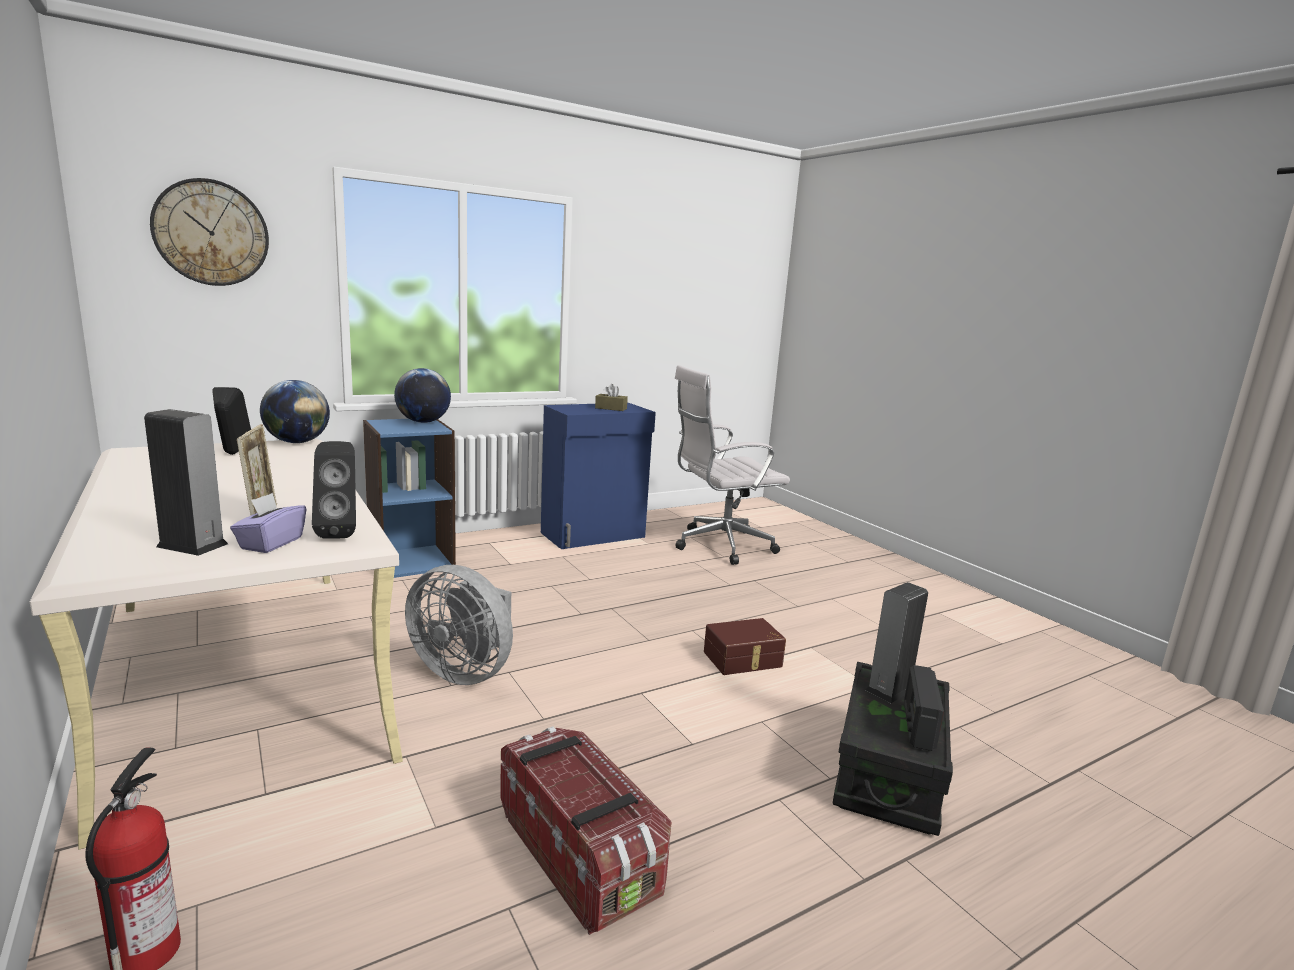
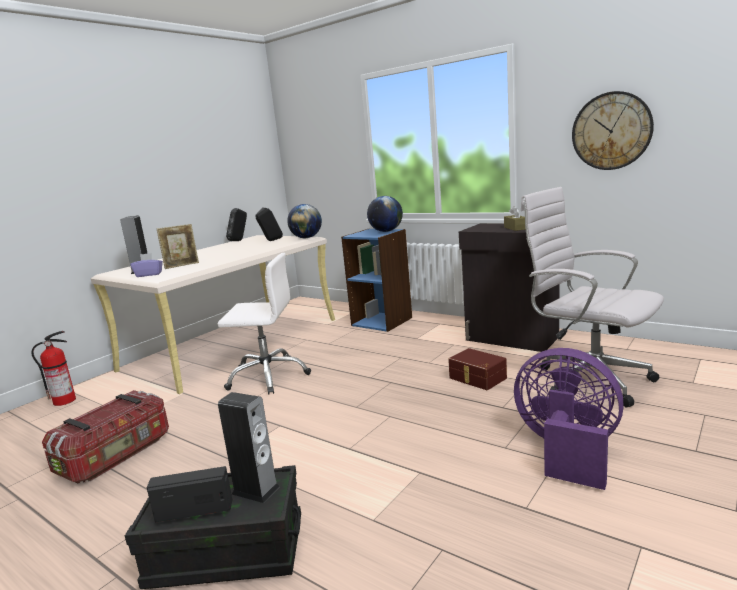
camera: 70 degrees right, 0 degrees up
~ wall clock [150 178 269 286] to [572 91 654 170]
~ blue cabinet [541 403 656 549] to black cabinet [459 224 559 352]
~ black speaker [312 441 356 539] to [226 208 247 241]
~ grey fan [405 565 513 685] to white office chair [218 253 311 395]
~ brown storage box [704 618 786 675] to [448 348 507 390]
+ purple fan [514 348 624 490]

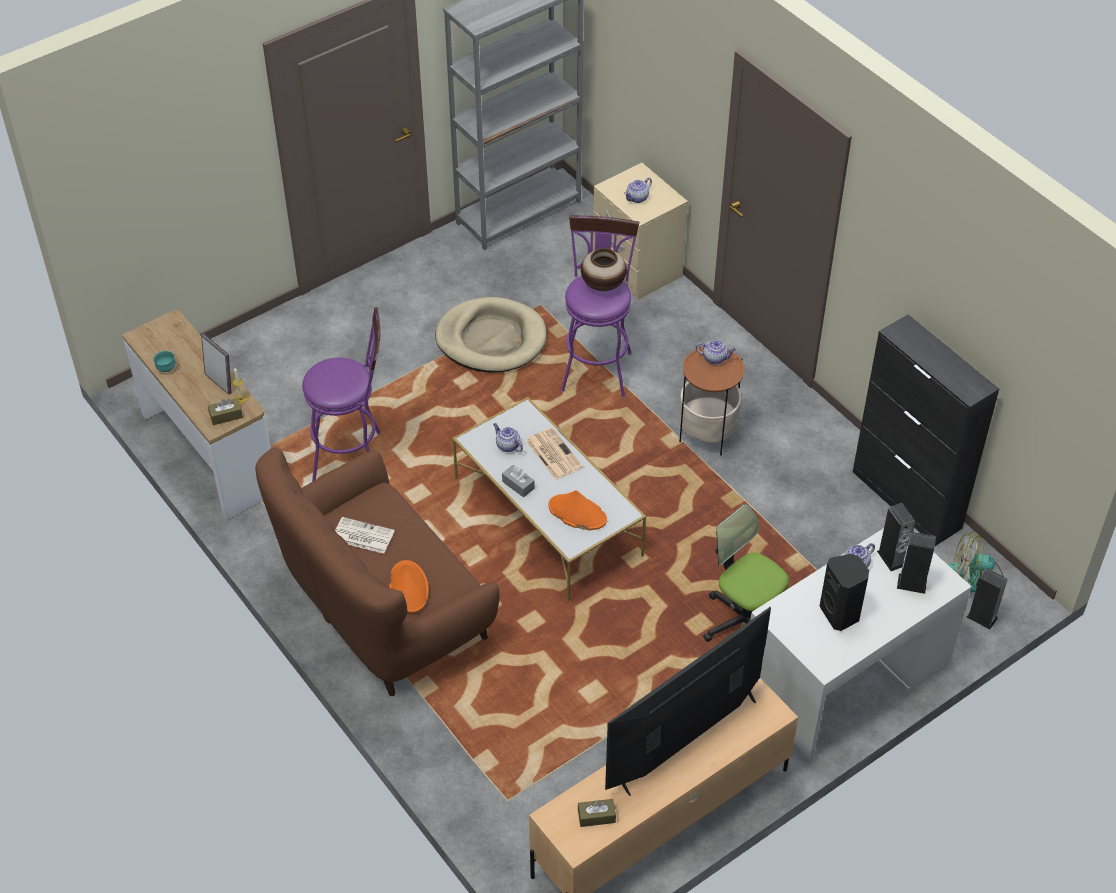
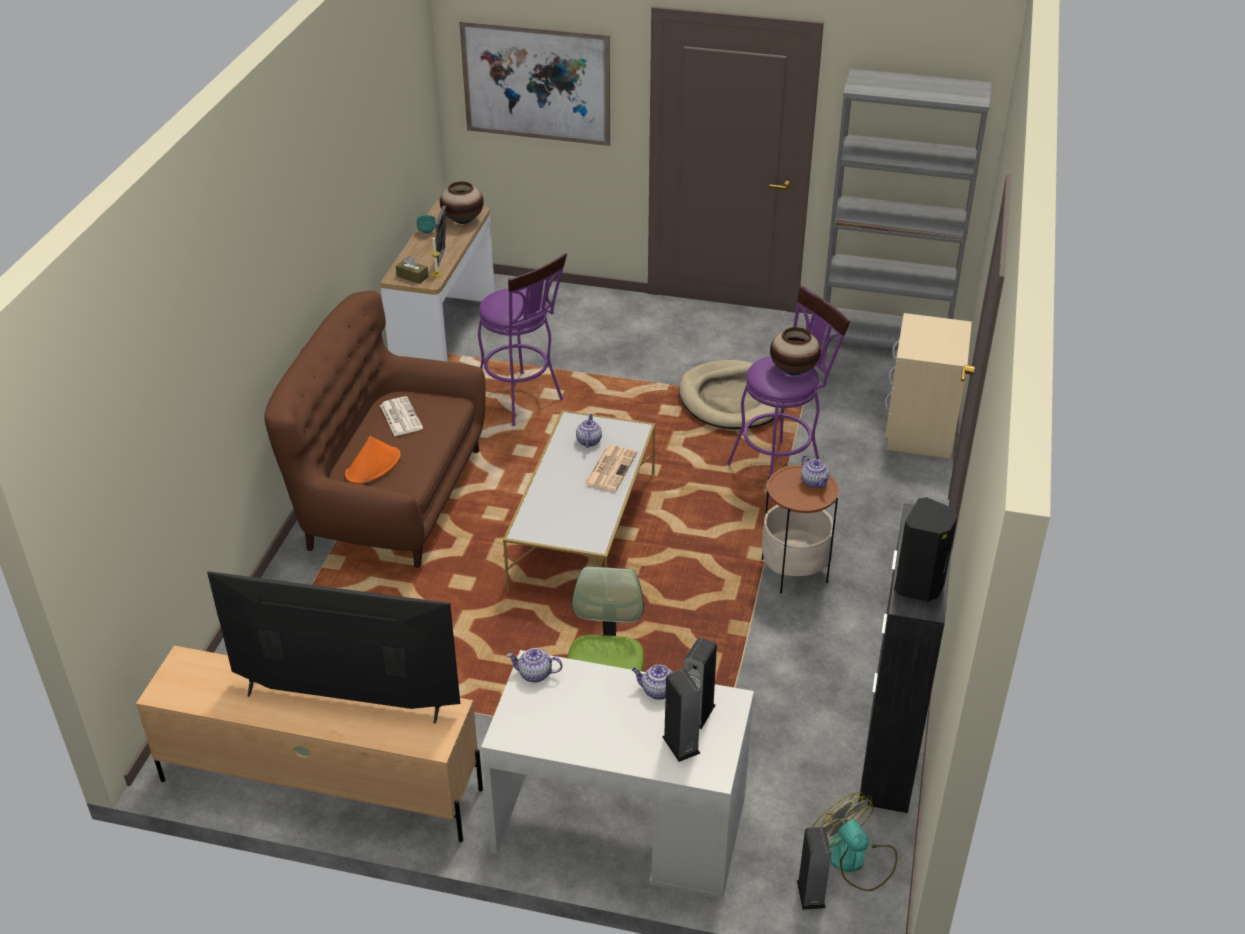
camera: 50 degrees right, 10 degrees down
~ teapot [624 177 652 203] to [507 648 562 683]
- grey tissue box [502 465 535 497]
- orange hat [549 490 607 530]
~ black speaker [819 554 869 631] to [894 497 957 602]
- brown tissue box [578 799 616 827]
+ picture [459 21 610 146]
+ vase [440 181 484 224]

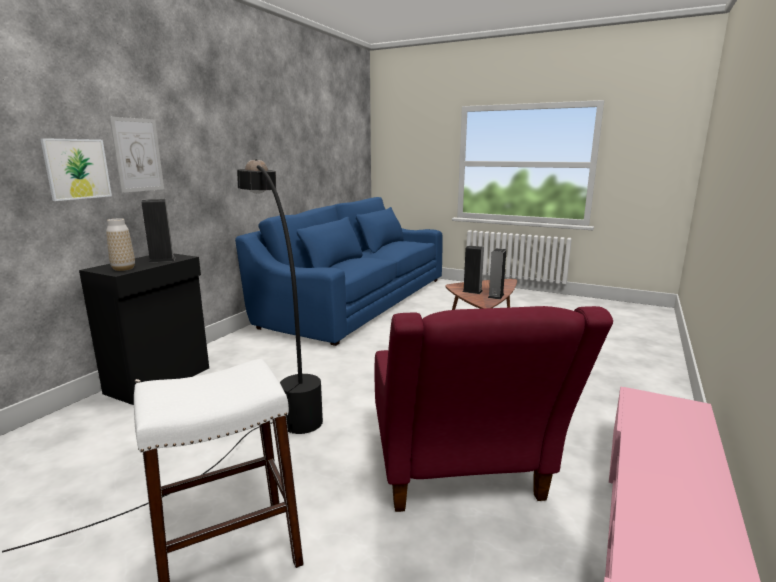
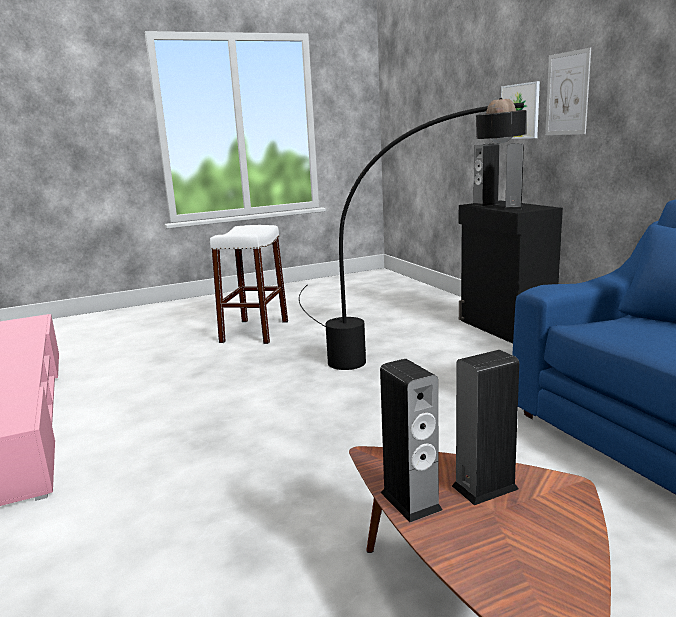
camera: 130 degrees right, 0 degrees up
~ vase [106 218 135 271] to speaker [472 143 500 206]
- red armchair [375 306 613 512]

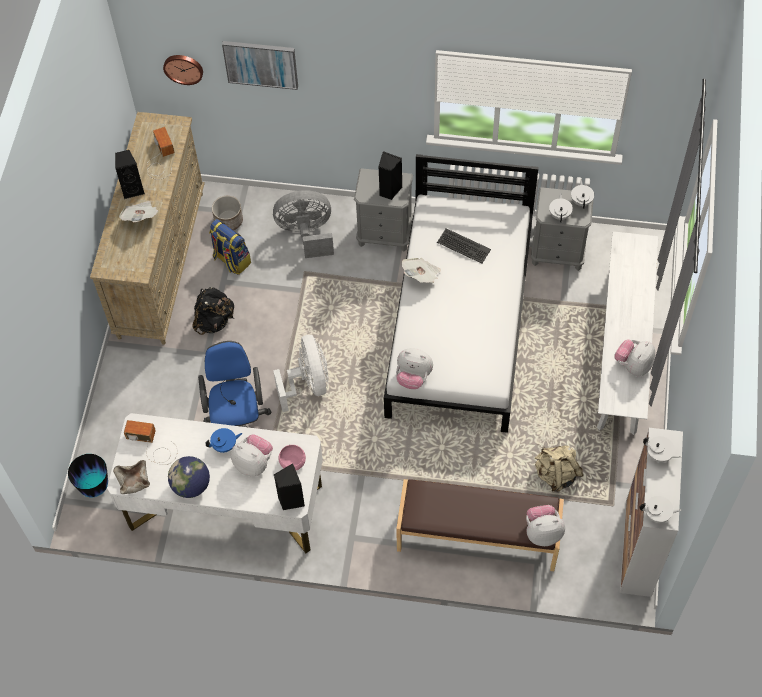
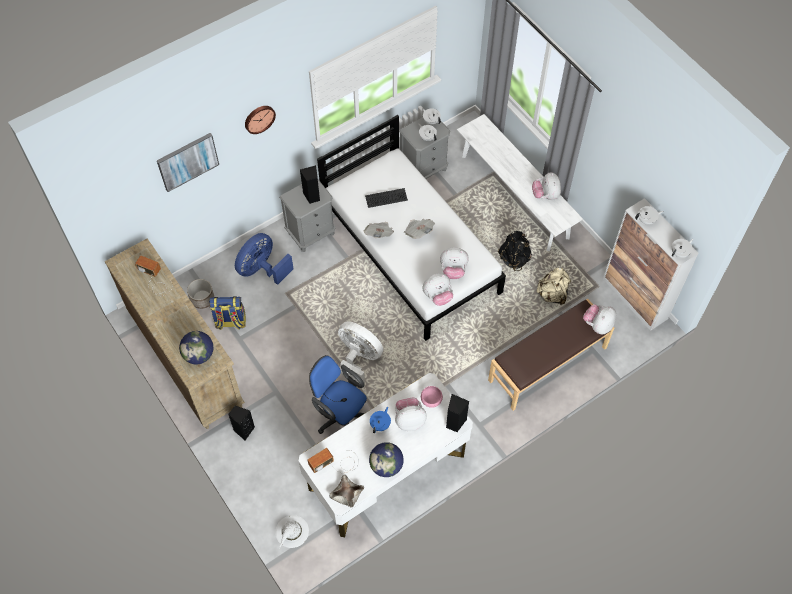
camera: 45 degrees left, 0 degrees up
~ wall clock [163 55 203 85] to [245 106 276 134]
~ black speaker [115 150 145 199] to [228 406 255 440]
~ grey fan [273 190 334 258] to blue fan [235 233 294 285]
~ newspaper [119 201 159 222] to [404 219 435 239]
~ black backpack [192 287 234 335] to [498 231 532 271]
~ vase [68 454 108 497] to white hat [275 515 309 548]
+ plush toy [440 247 469 279]
+ globe [179 331 213 364]

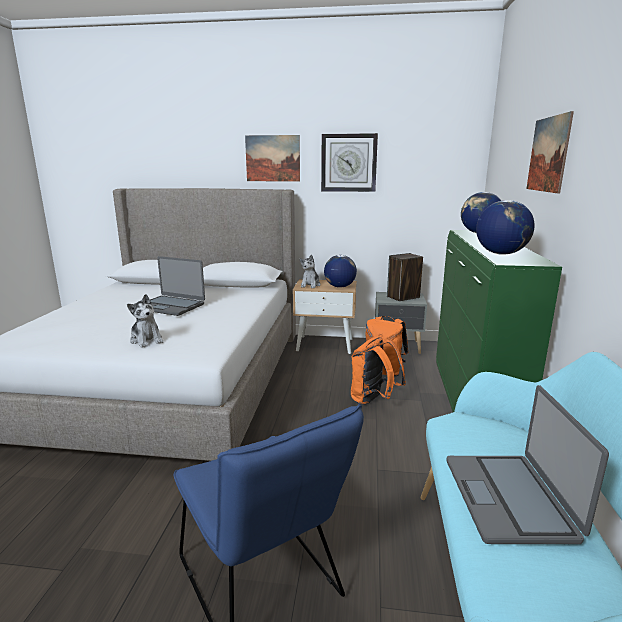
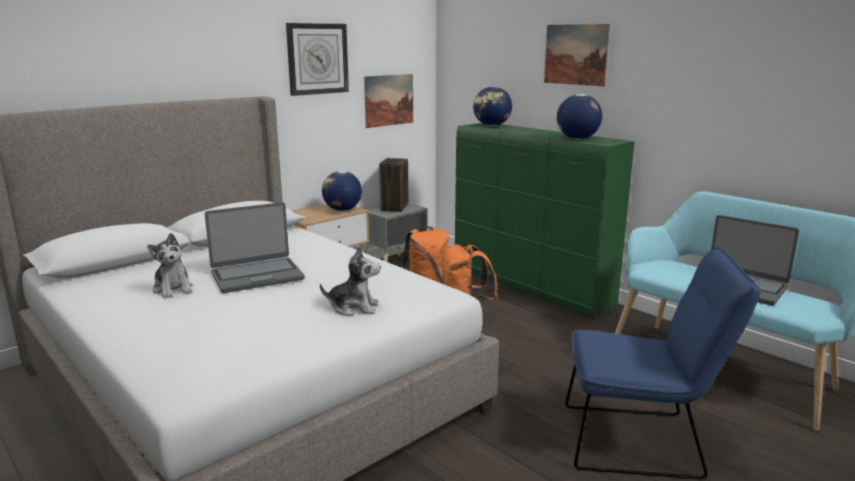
camera: 50 degrees left, 0 degrees up
~ picture [245 135 300 182] to [364 74 413 128]
~ plush toy [300 255 321 288] to [147 233 193 299]

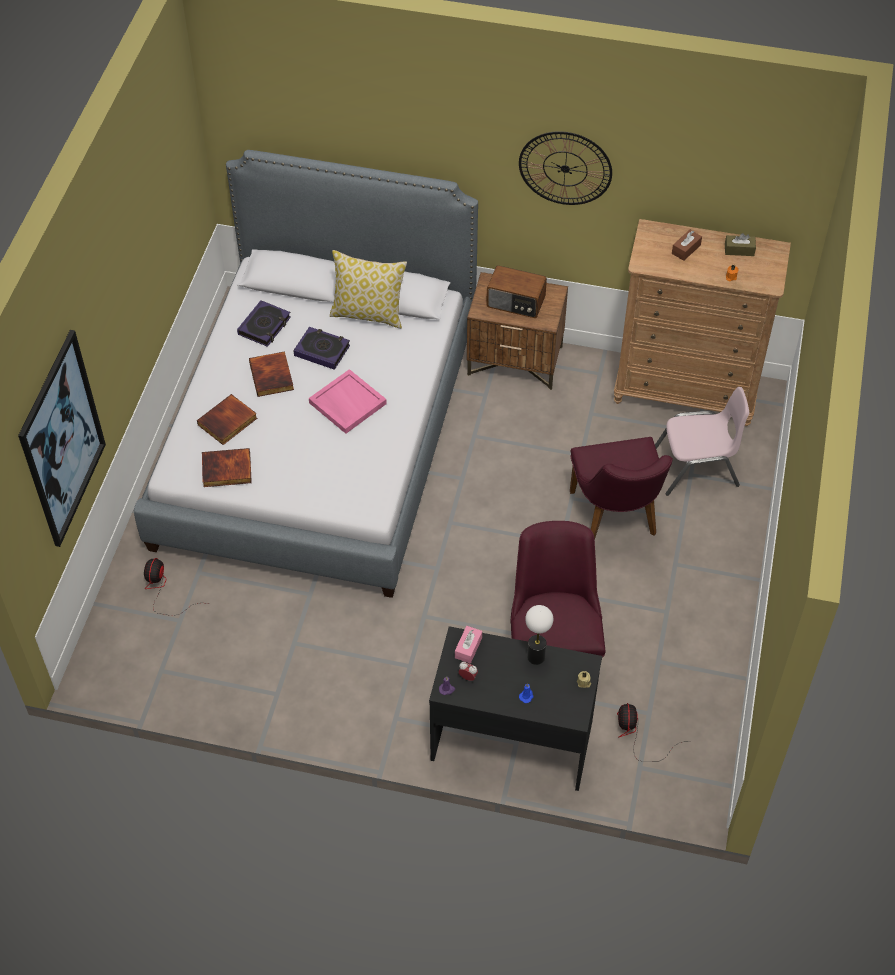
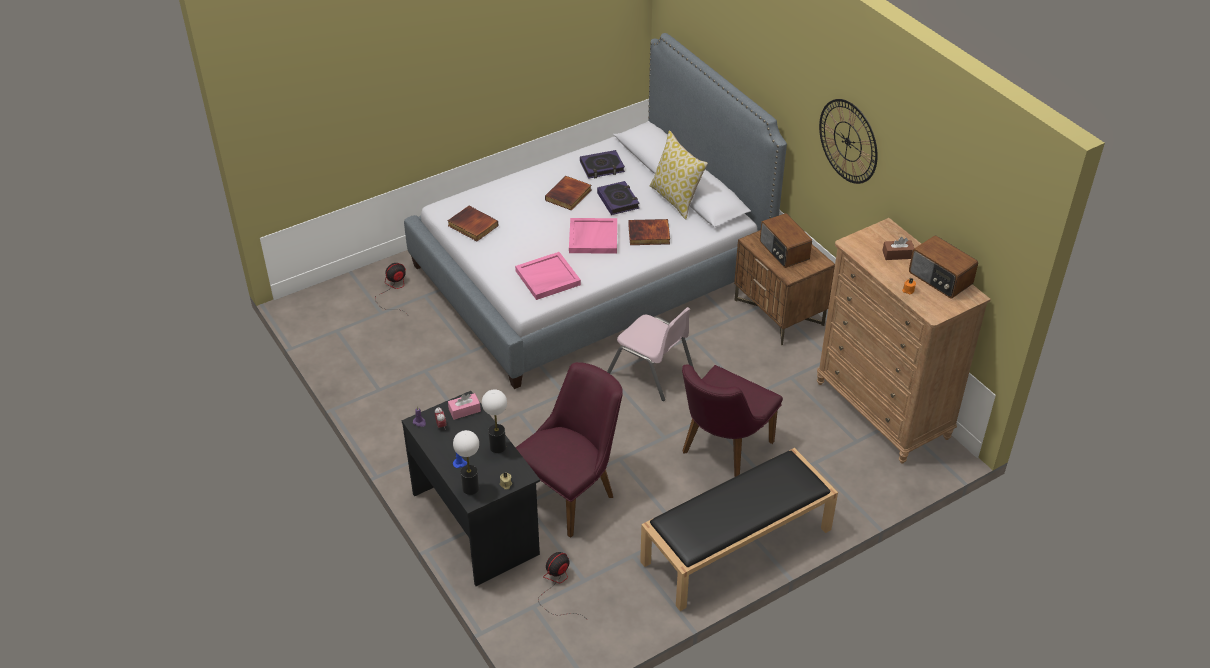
camera: 45 degrees right, 10 degrees down
~ brown tissue box [725 233 756 256] to radio [909 235 978 299]
- picture [18 330 106 547]
~ pink chair [655 387 749 496] to [607 307 694 401]
~ book [197 394 257 445] to [628 219 670 245]
+ pink tray [515 252 581 300]
+ table lamp [453 430 479 495]
+ black bench [640 448 838 611]

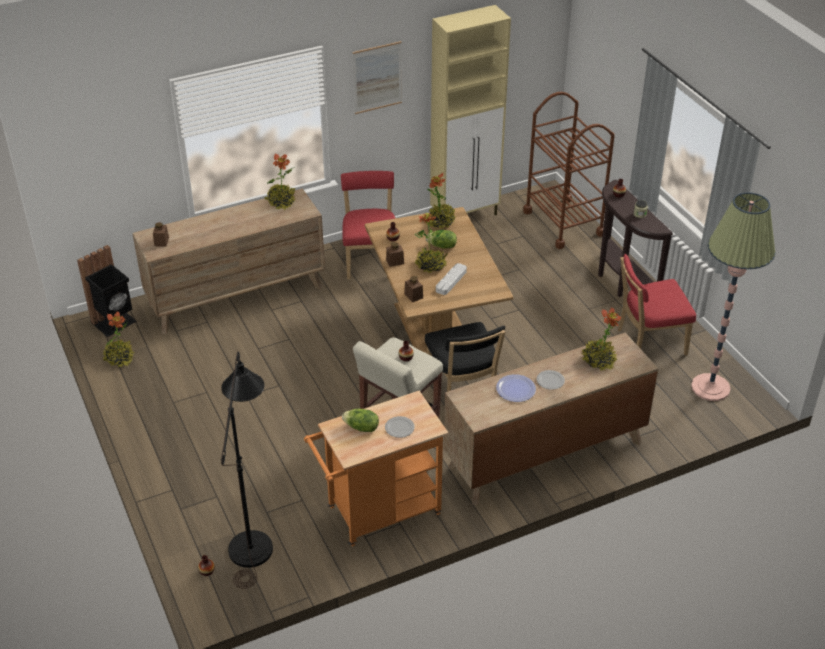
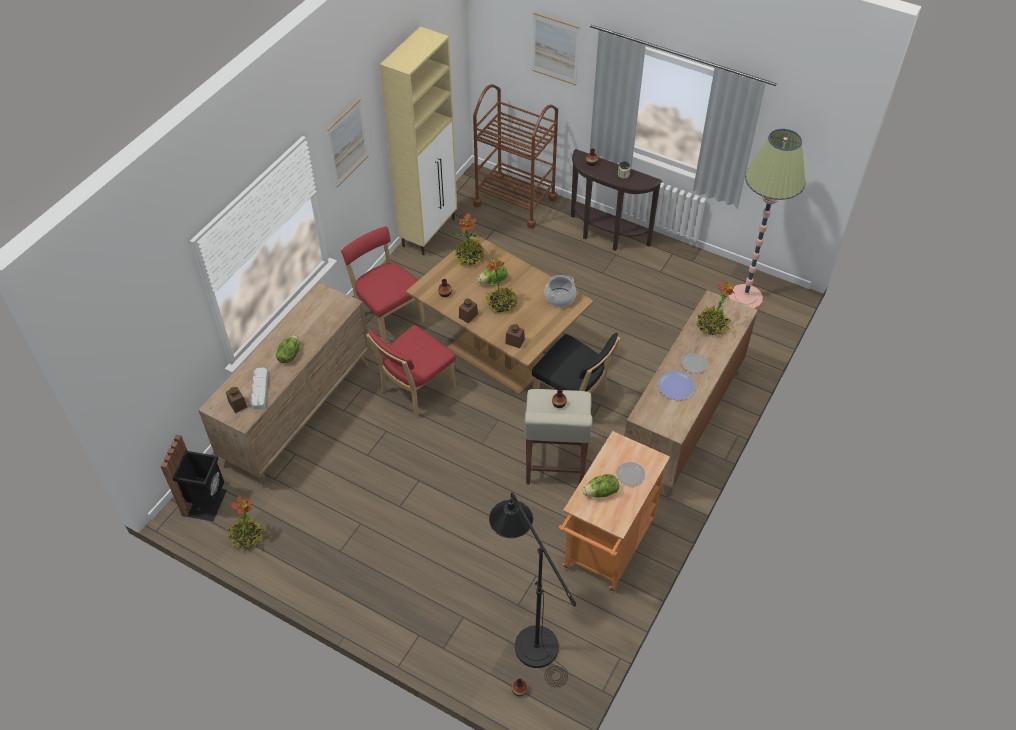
camera: 35 degrees left, 10 degrees up
- potted plant [264 154 295 210]
~ red chair [618 254 696 355] to [366 325 456 418]
~ grey tray [436 263 467 295] to [251 368 268 410]
+ picture [532 12 580 85]
+ cooking pot [545 275 576 307]
+ lettuce [276 335 299 363]

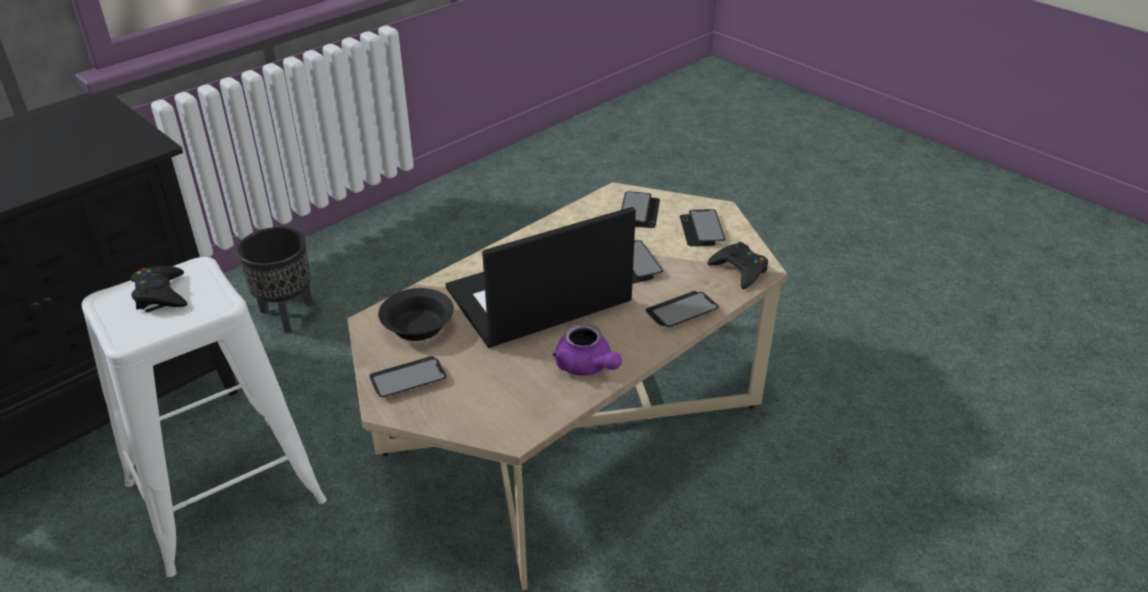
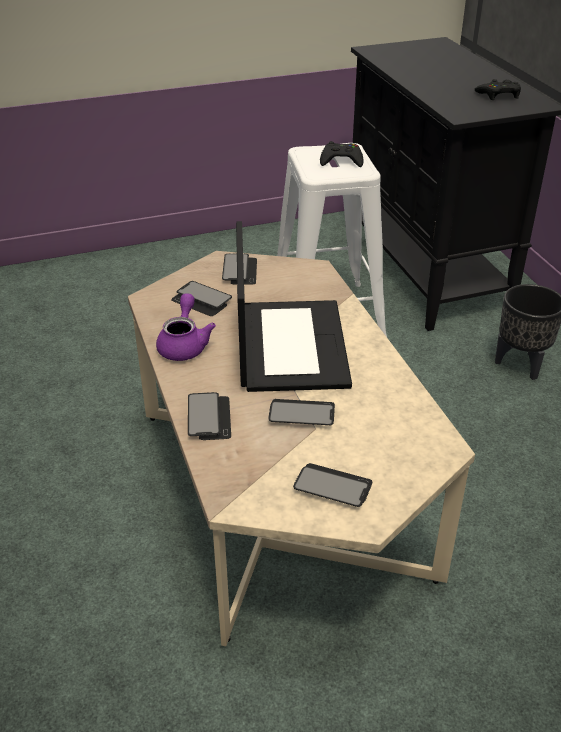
camera: 115 degrees right, 0 degrees up
~ phone [621 191 660 228] to [171 281 232 316]
~ black game controller [708 242 768 289] to [475 79 521 100]
- black bowl [378 288 454 341]
~ purple teapot [552 323 622 376] = [156 293 216 361] 105 degrees clockwise

